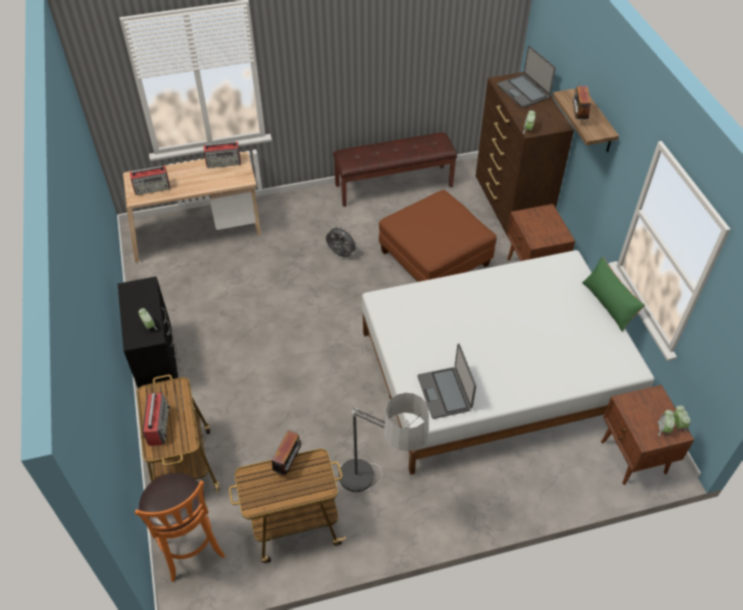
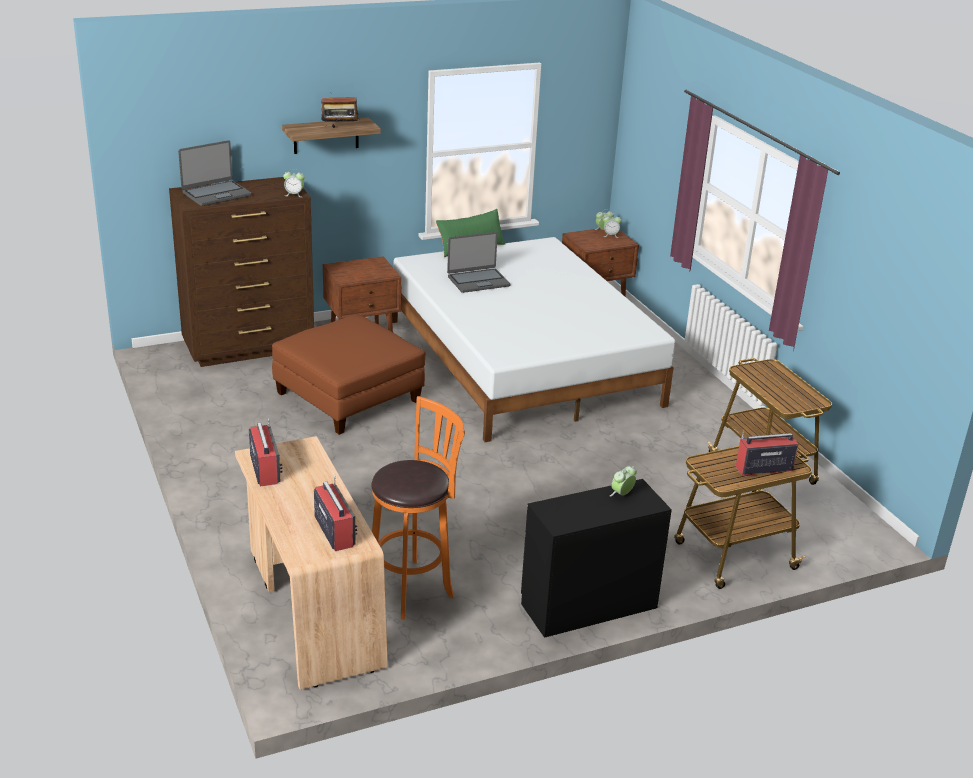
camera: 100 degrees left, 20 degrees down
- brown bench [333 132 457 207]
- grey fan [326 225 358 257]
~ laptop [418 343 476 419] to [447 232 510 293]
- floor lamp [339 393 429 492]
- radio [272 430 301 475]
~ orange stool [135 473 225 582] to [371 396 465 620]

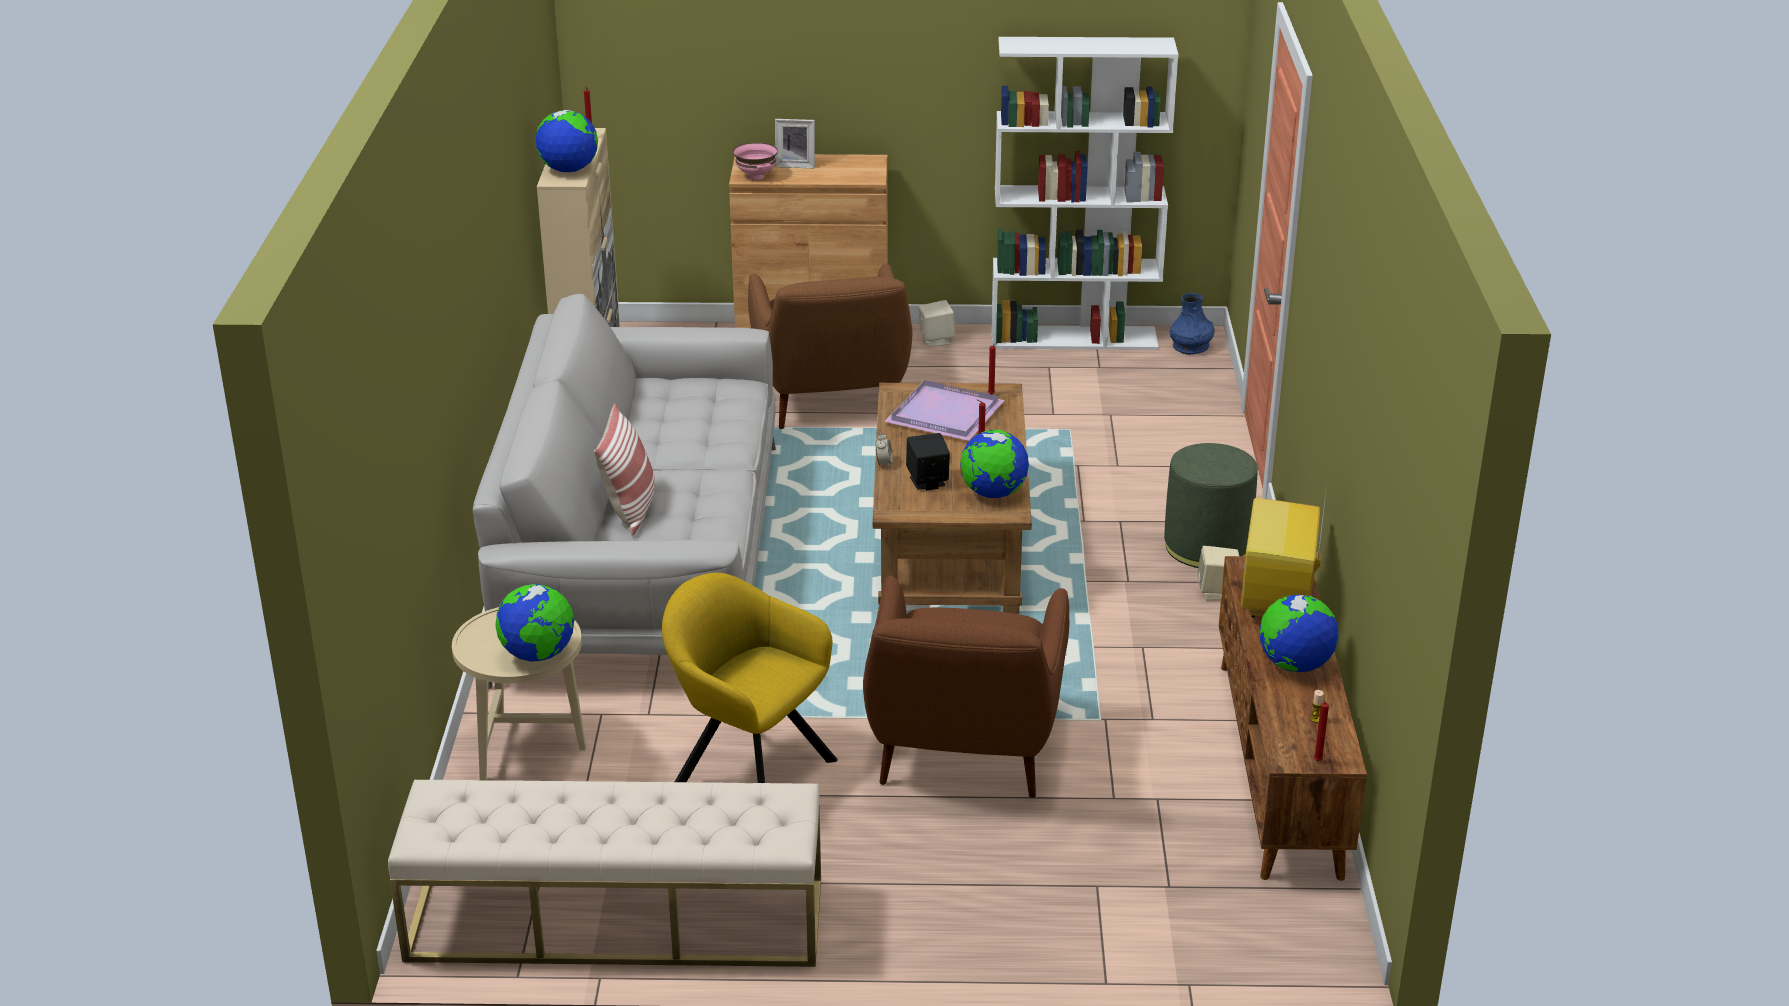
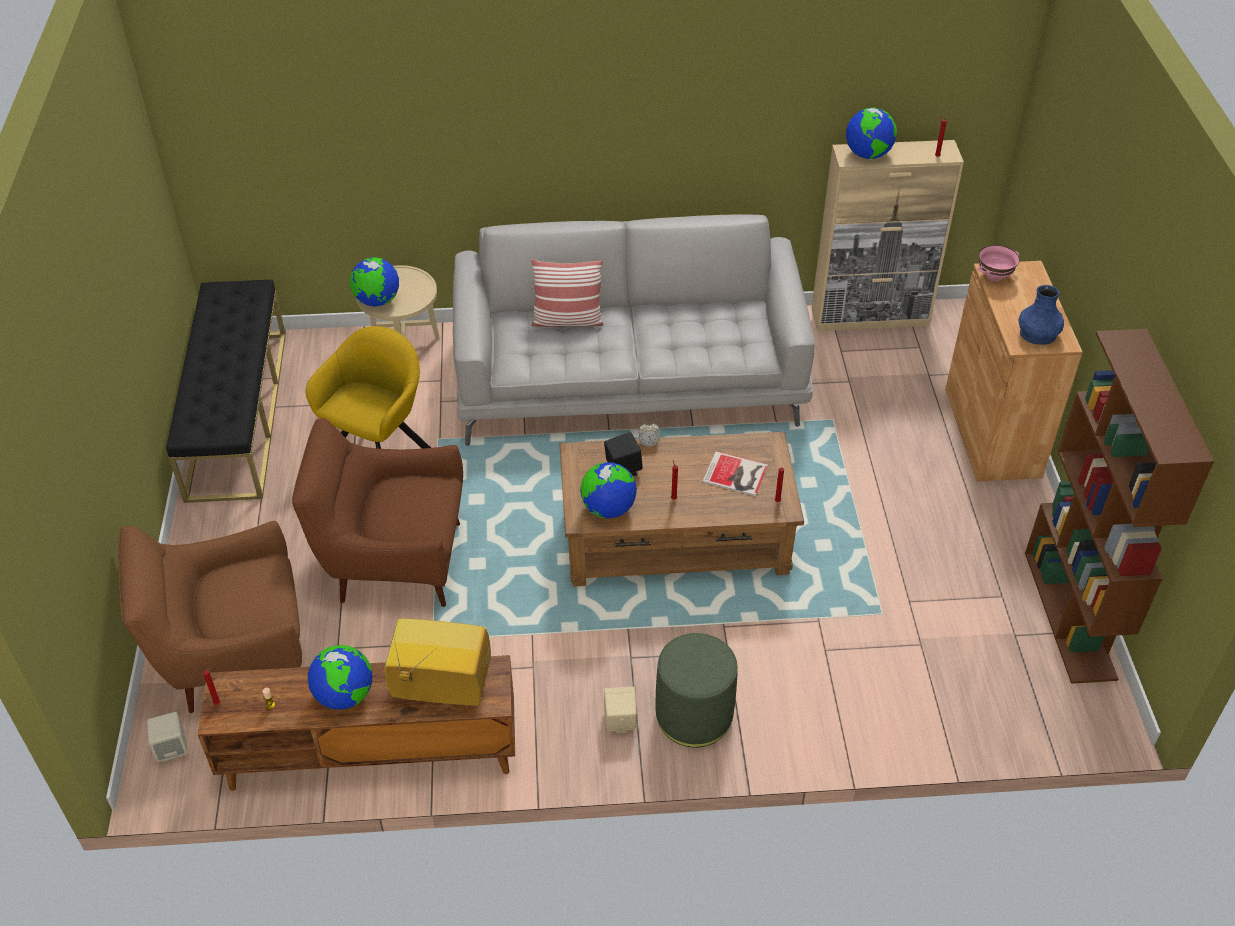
camera: 85 degrees right, 15 degrees up
~ white bookcase [991 37 1178 350] to brown bookcase [1025 329 1214 684]
- picture frame [775 119 815 168]
~ brown armchair [748 263 912 429] to [118 521 302 713]
~ blue vase [1170 293 1215 355] to [1019 285 1064 345]
~ beige speaker [918 300 956 346] to [147 712 188 762]
~ purple tray [884 380 1005 441] to book [703 451 768 496]
~ beige bench [388 780 821 967] to black bench [166 280 286 503]

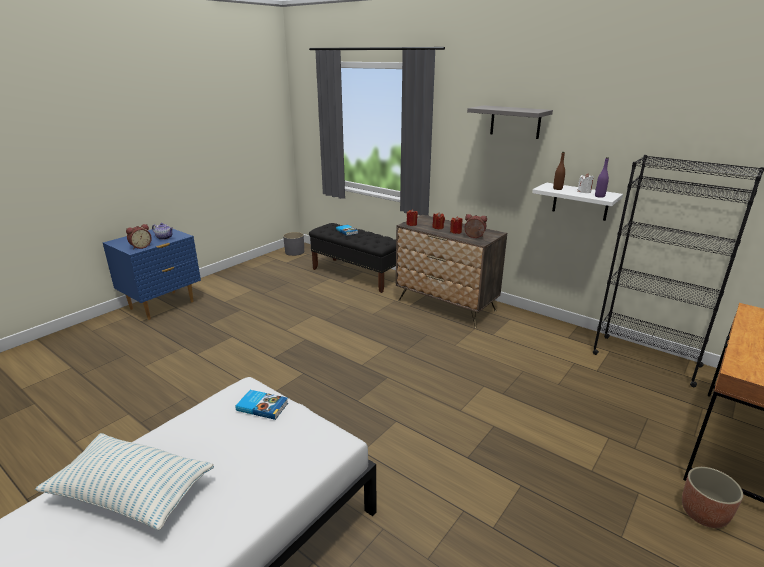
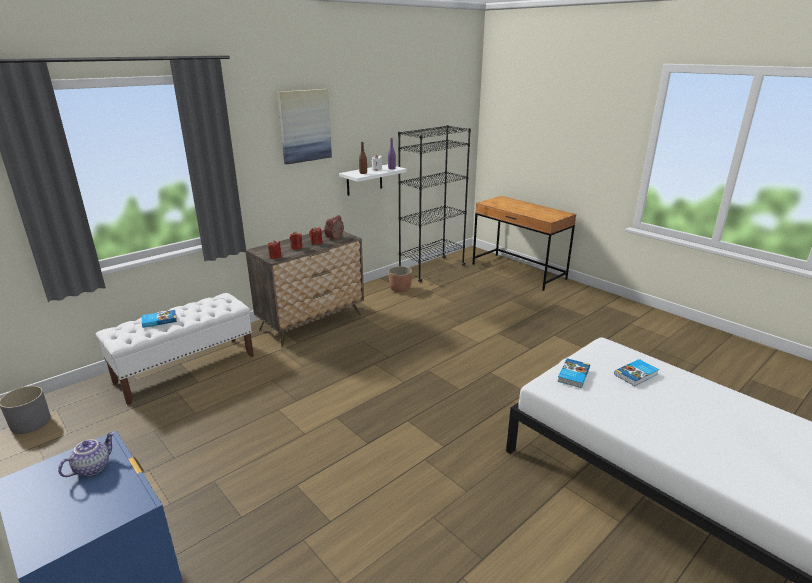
camera: 80 degrees left, 0 degrees up
~ grey shelf [467 105 553 139] to picture [277 89 332 164]
~ black bench [309 223 396 293] to white bench [96 293 254 405]
- alarm clock [126 224 152 250]
- pillow [35 433 214 530]
~ planter [682 467 743 528] to [389 266 412 292]
+ book [614 359 659 386]

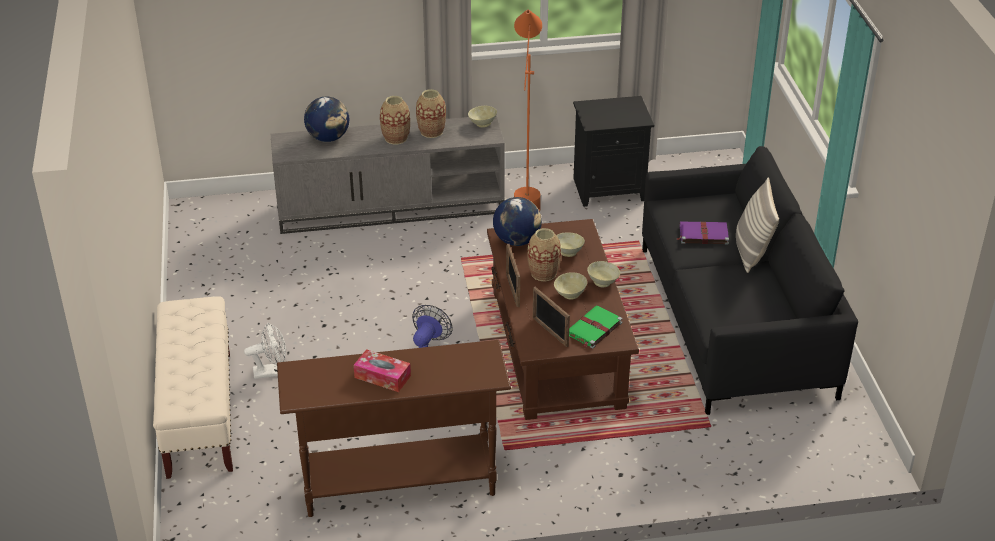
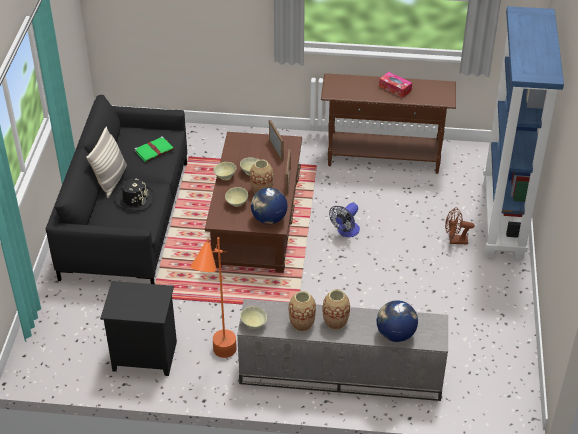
camera: 165 degrees left, 5 degrees up
~ purple book [677 221 729 245] to black hat [115 178 154 211]
~ beige bench [153 296 233 479] to blue bookcase [483 6 564 260]
~ green book [569 306 623 348] to [134 136 174 162]
~ white fan [244 323 286 379] to brown fan [445 207 474 244]

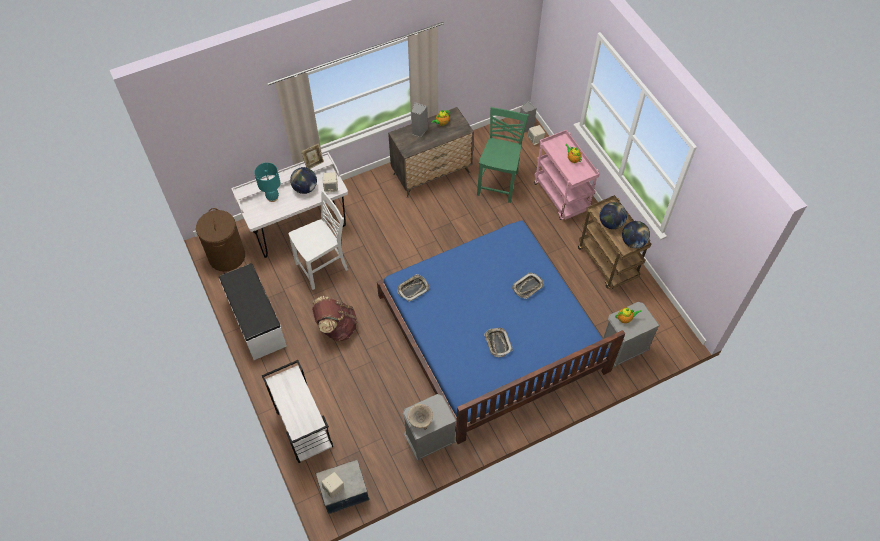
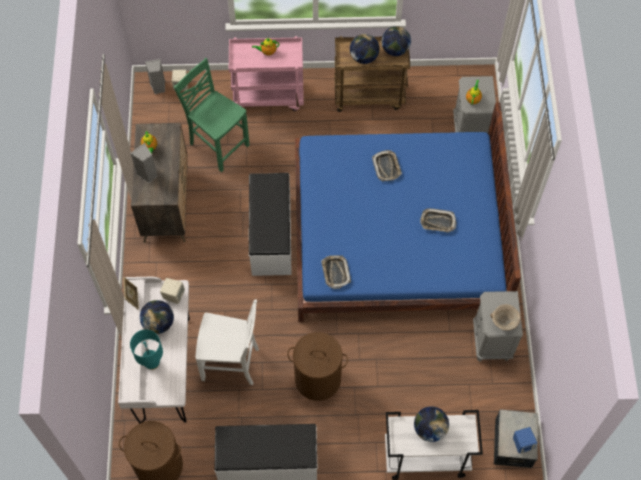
camera: 65 degrees left, 5 degrees up
~ white chair [288 190 348 290] = [195 300 259 385] 105 degrees clockwise
~ brown backpack [312 296 357 341] to brown laundry basket [287 332 348 401]
~ beige speaker [321 472 344 498] to blue speaker [513 427 537 453]
+ white bench [249 173 292 276]
+ globe [414 406 449 442]

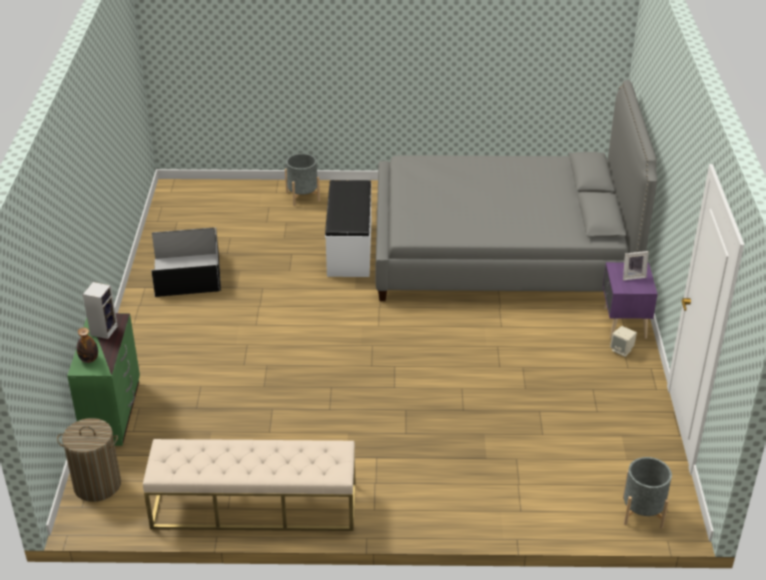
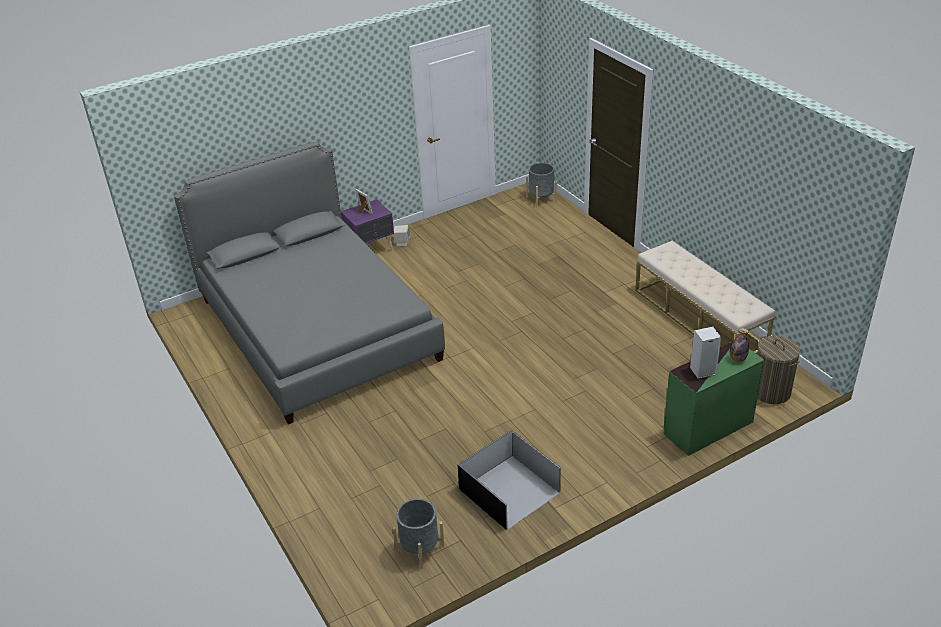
camera: 120 degrees left, 0 degrees up
~ grey planter [285 153 320 206] to [392 498 445 569]
- white bench [325 180 371 277]

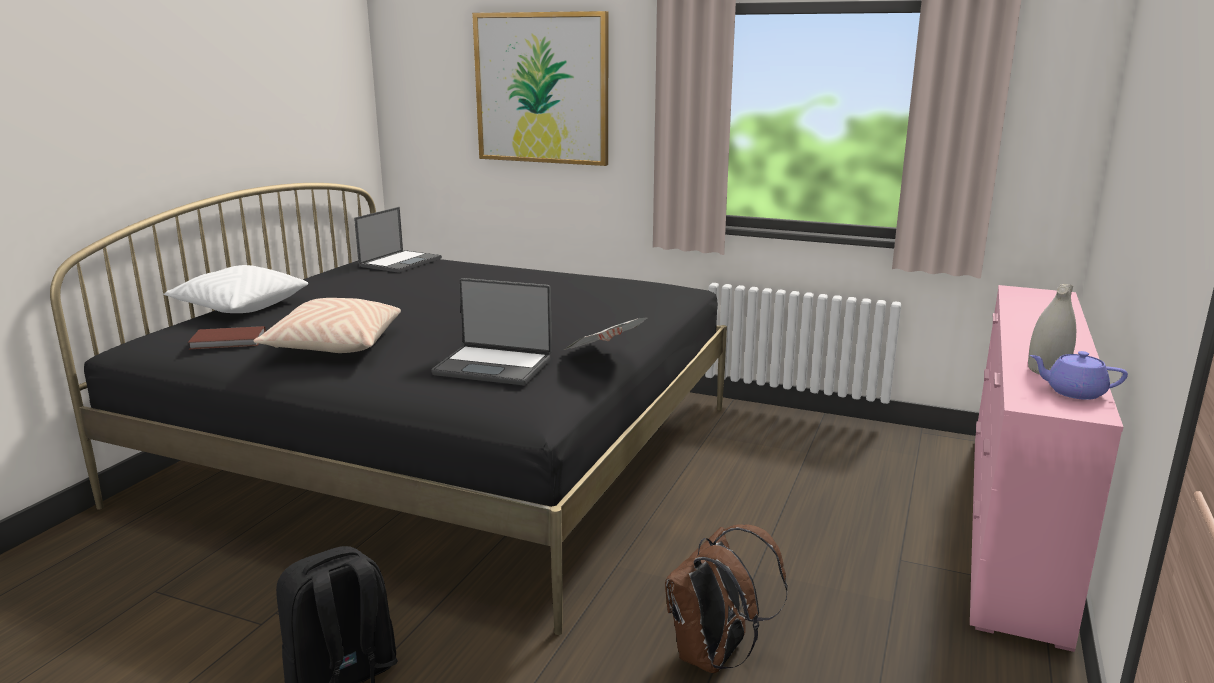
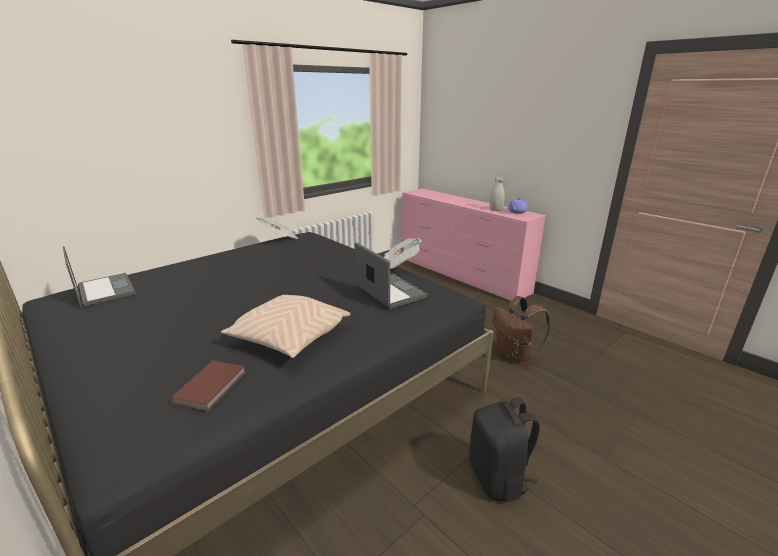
camera: 65 degrees left, 5 degrees up
- picture [472 11 608 166]
- white pillow [163 265 308 313]
~ laptop [431 278 552 385] = [355 243 428 309] 75 degrees counterclockwise
+ newspaper [256 218 298 239]

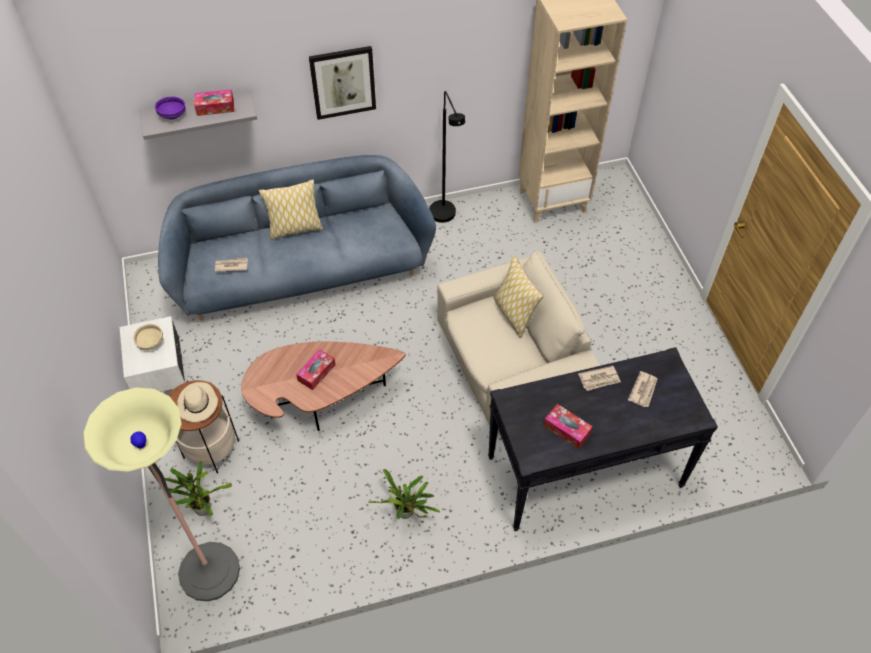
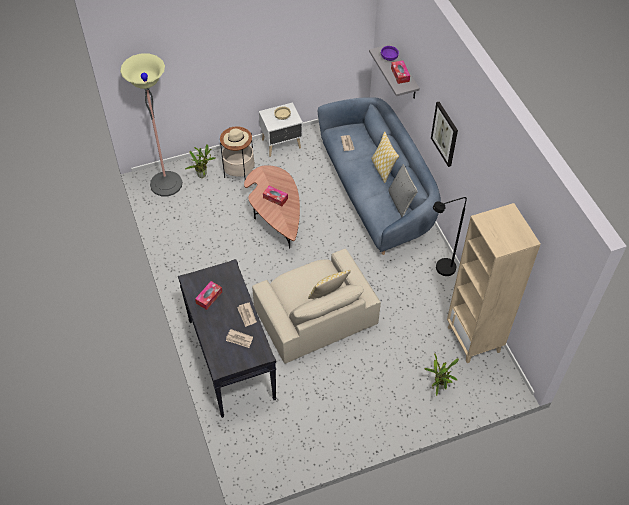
camera: 85 degrees right, 0 degrees up
~ potted plant [368 469 440 519] to [425 353 459 396]
+ grey pillow [389 164 418 217]

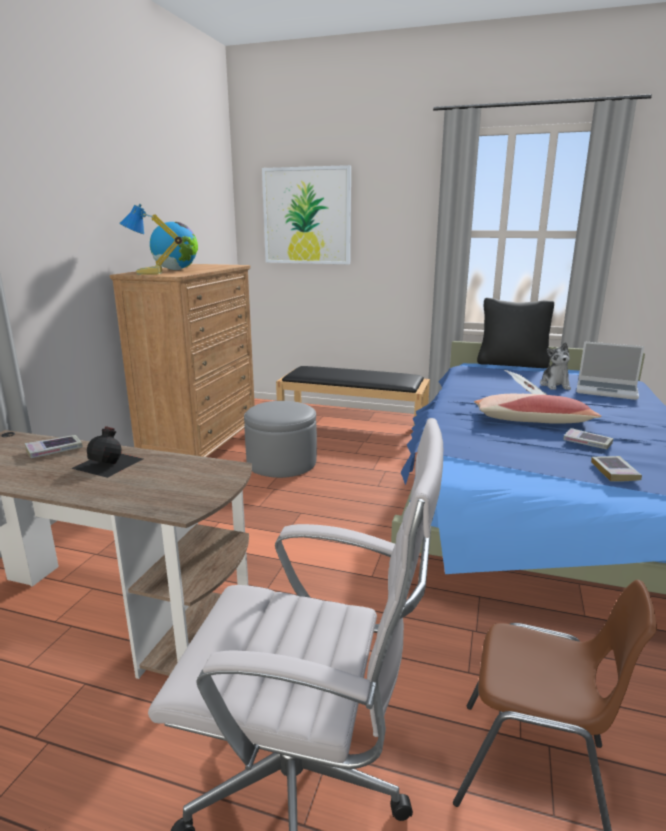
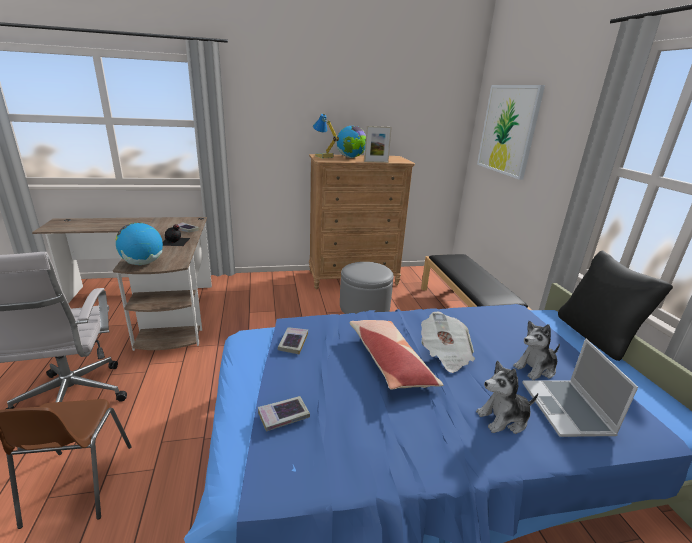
camera: 60 degrees right, 5 degrees up
~ book [563 428 613 450] to [278 327 308 354]
+ picture frame [364 126 392 163]
+ globe [116 222 163 265]
+ plush toy [476 361 538 434]

